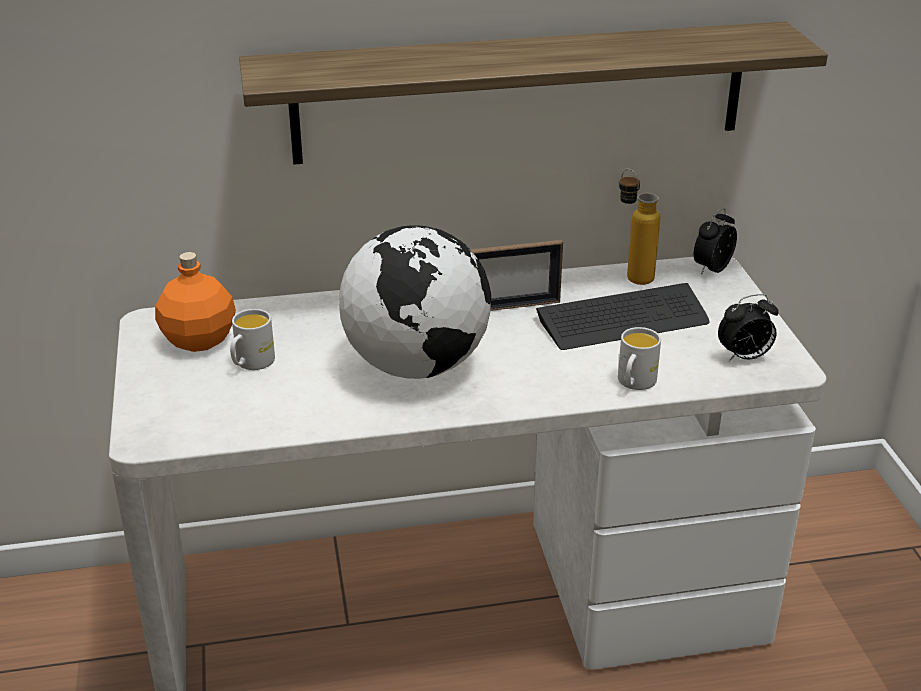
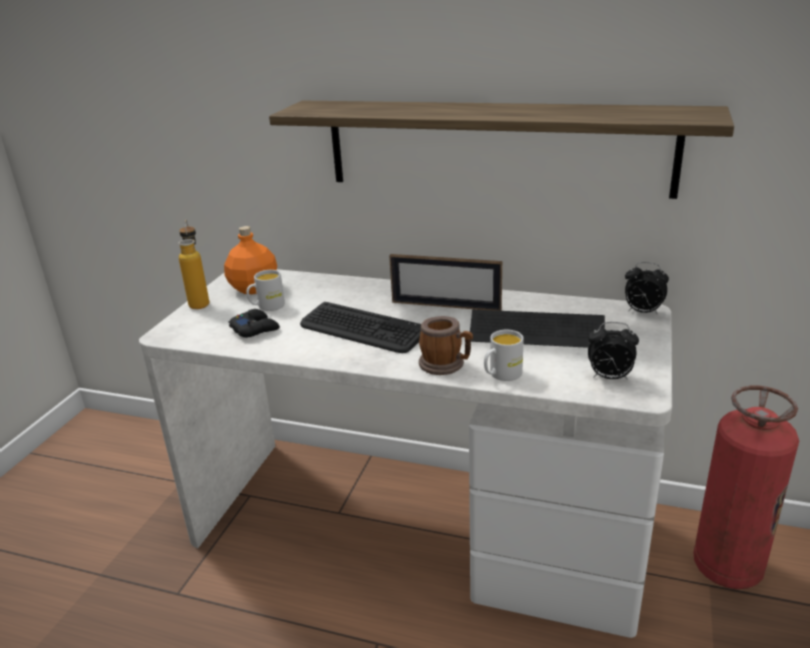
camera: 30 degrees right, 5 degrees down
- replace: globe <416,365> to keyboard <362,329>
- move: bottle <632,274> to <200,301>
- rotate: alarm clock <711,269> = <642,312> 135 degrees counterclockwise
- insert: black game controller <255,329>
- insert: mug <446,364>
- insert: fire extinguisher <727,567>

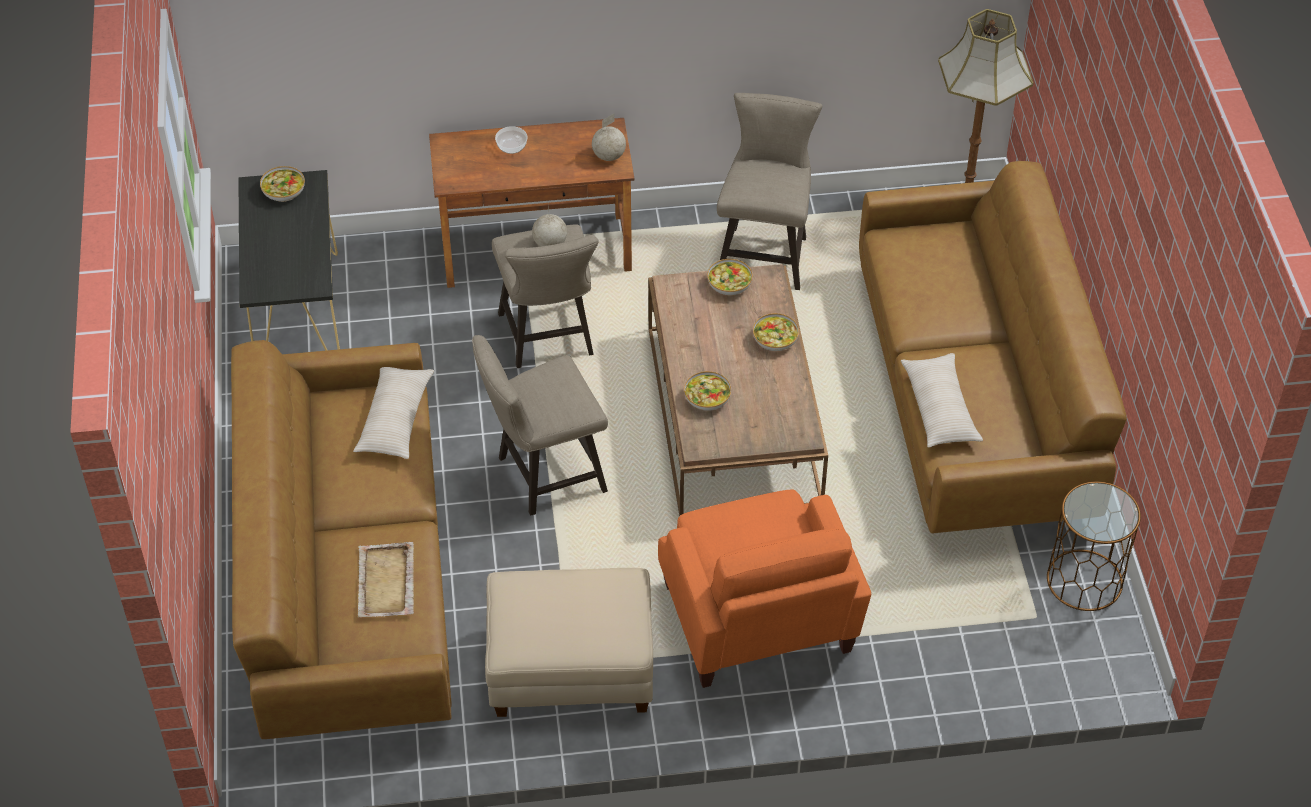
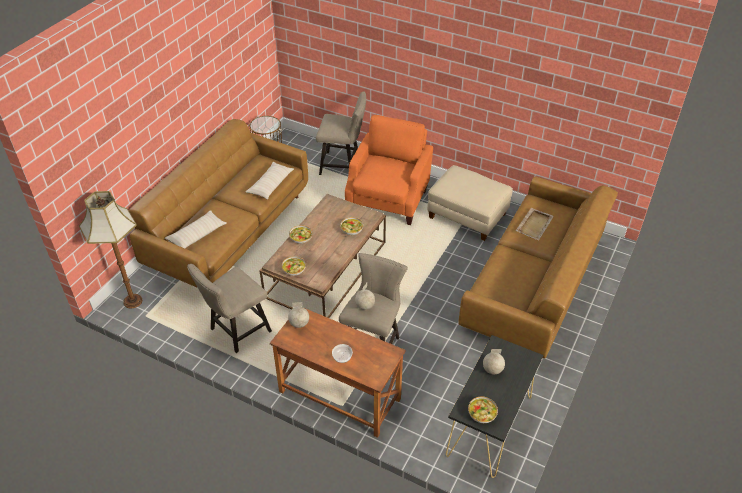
camera: 145 degrees left, 5 degrees down
- move: beige pillow <395,419> to <197,235>
- move: beige stool <544,476> to <343,165>
- insert: globe <492,370>

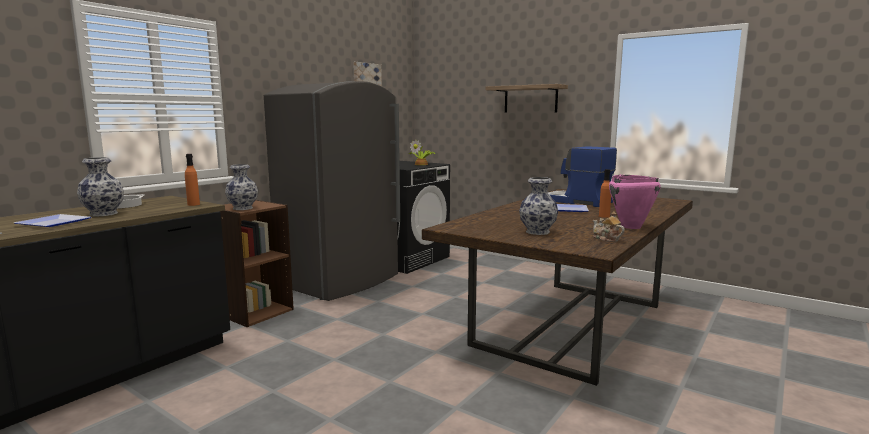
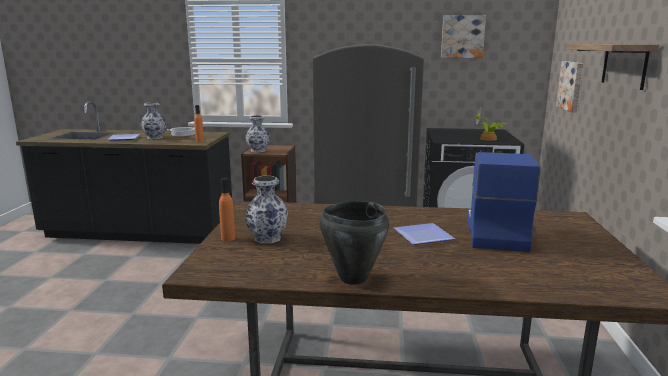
camera: 60 degrees right, 5 degrees up
- delete: teapot <606,239>
- move: orange bottle <604,216> to <228,238>
- recolor: pink cooking pot <631,227> to black cooking pot <352,278>
- insert: picture <572,86>

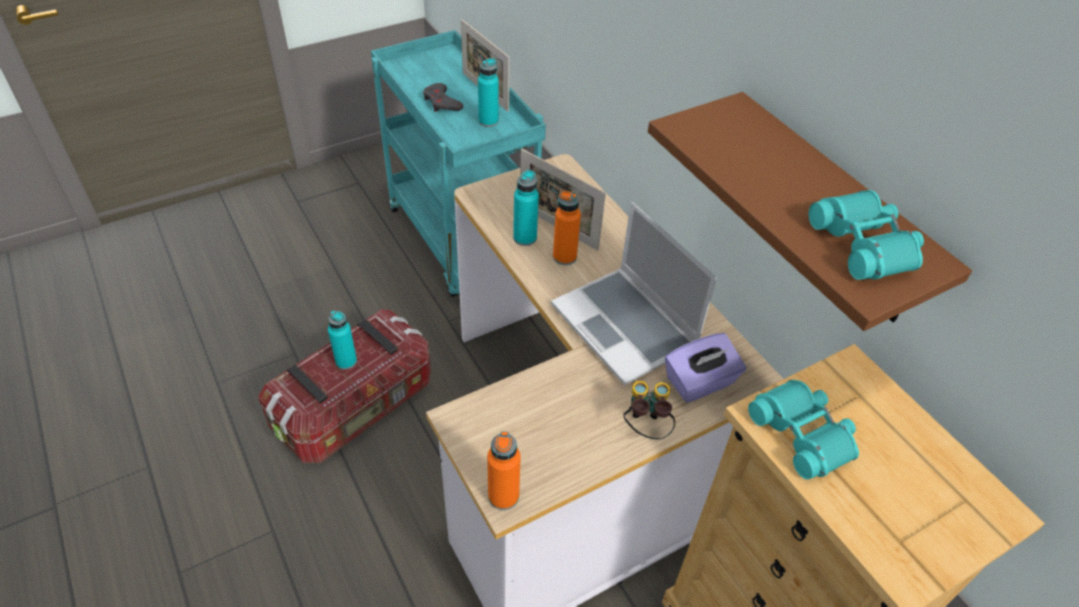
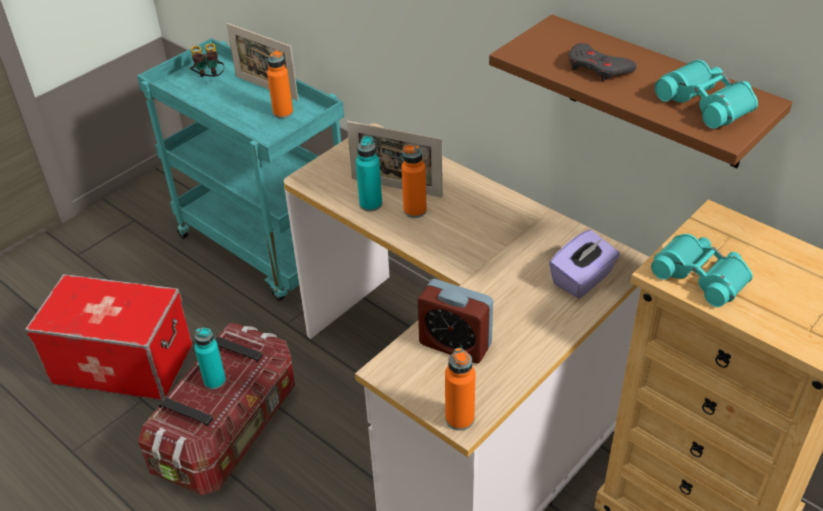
camera: 15 degrees left, 5 degrees down
- move: grey game controller <442,102> to <598,68>
- recolor: turquoise bottle <488,121> to orange bottle <283,113>
- delete: laptop <626,327>
- move: binoculars <645,428> to <209,80>
- insert: storage box <123,363>
- insert: alarm clock <455,344>

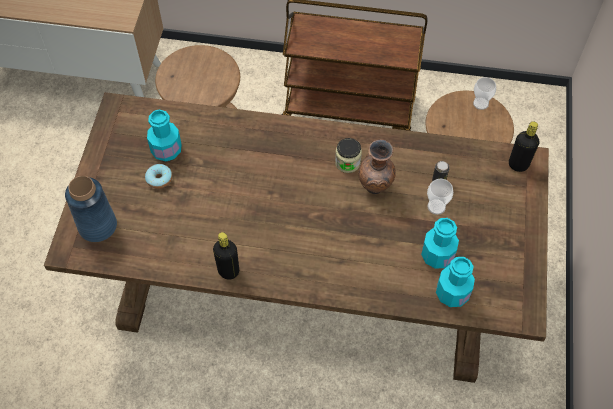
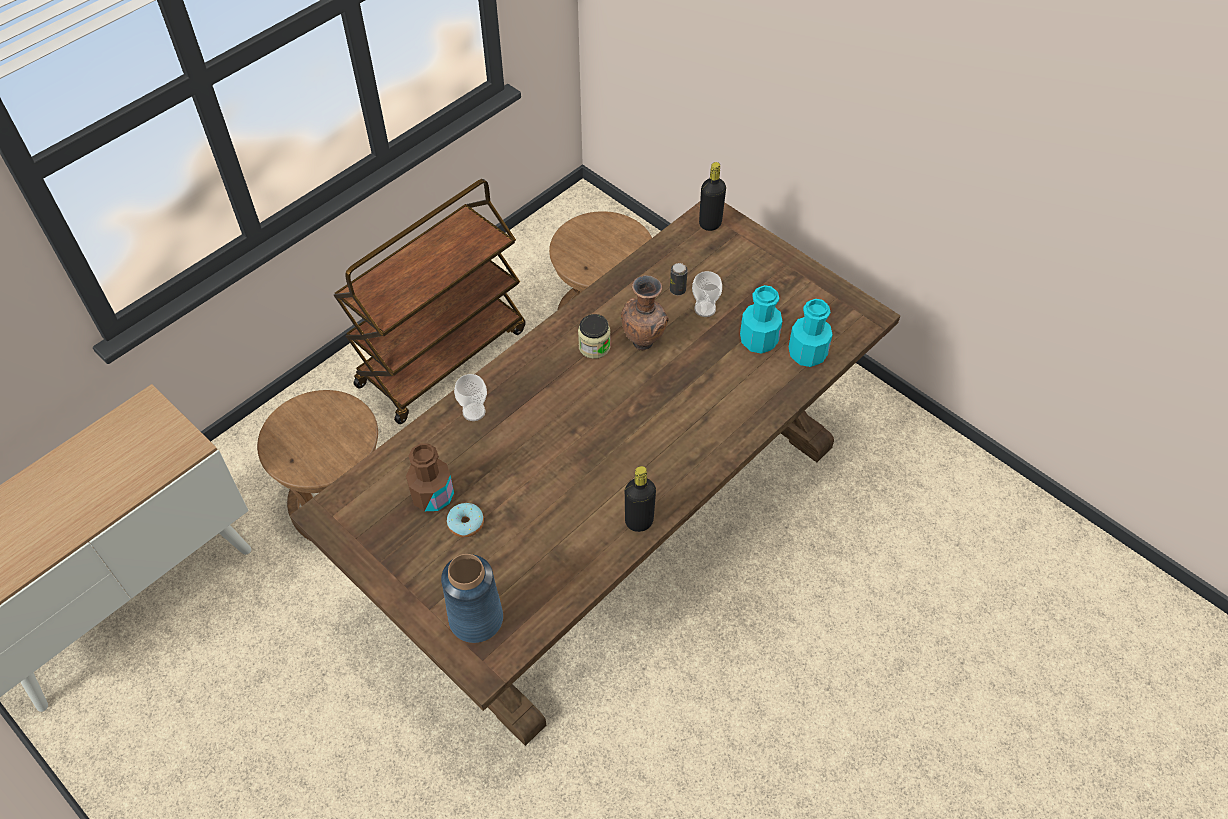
camera: 55 degrees left, 5 degrees down
- recolor: turquoise bottle <166,150> to brown bottle <433,496>
- move: cup <480,103> to <474,412>

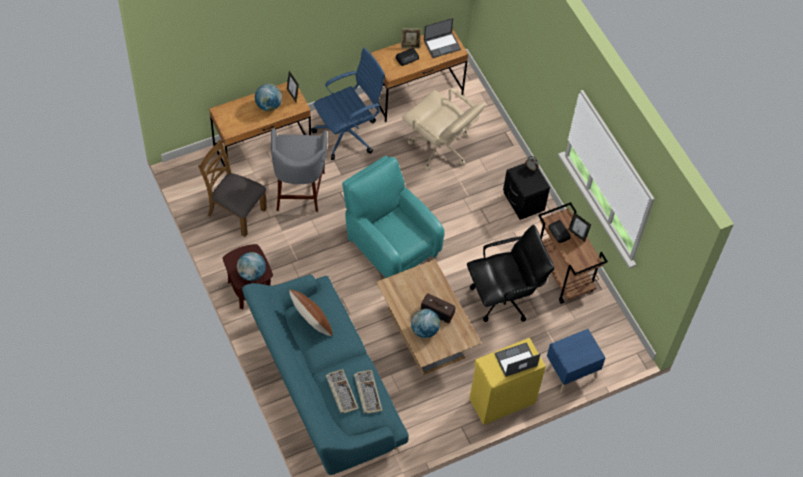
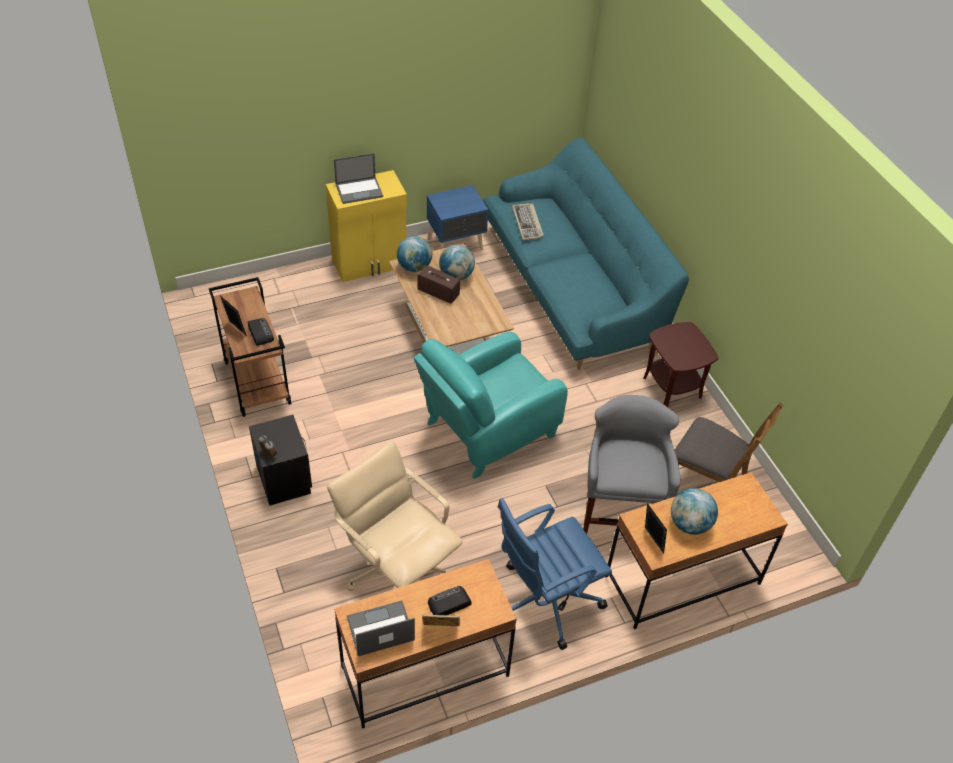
camera: 175 degrees left, 10 degrees down
- move: globe <251,273> to <414,267>
- delete: brown pillow <311,323>
- delete: keyboard <341,392>
- rotate: turquoise armchair <390,244> = <486,431> 90 degrees clockwise
- delete: black office chair <504,298>
- move: blue nightstand <570,372> to <456,244>

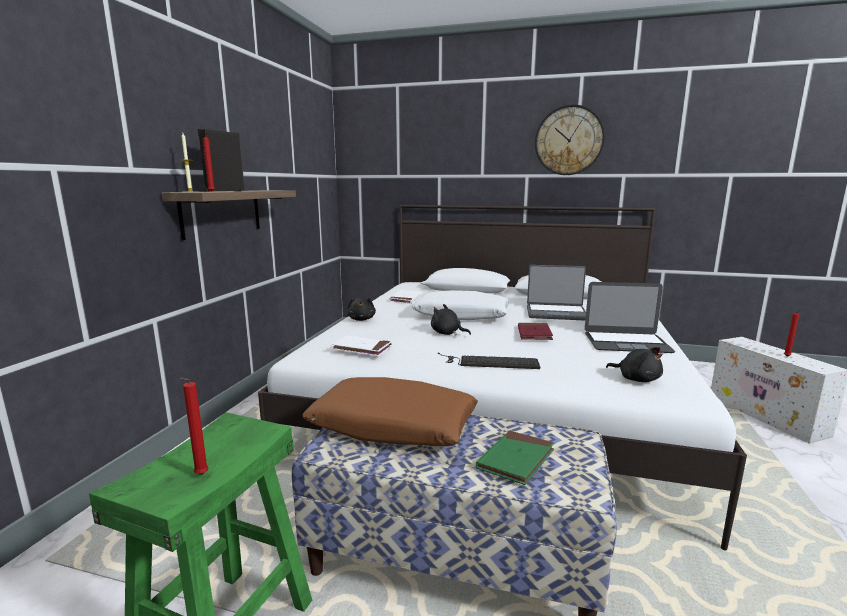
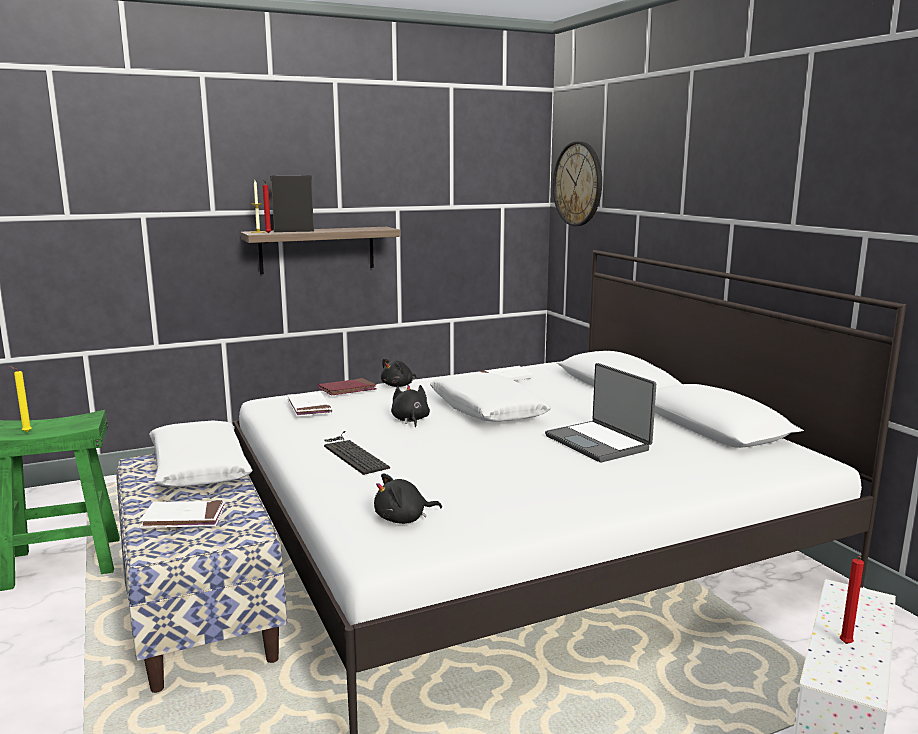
camera: 50 degrees right, 0 degrees up
- recolor: red candle <200,476> to yellow candle <25,432>
- recolor: brown pillow <393,426> to white pillow <198,468>
- recolor: green book <516,460> to white book <184,518>
- move: red book <534,334> to <347,390>
- move: wall clock <569,140> to <578,184>
- delete: laptop <626,342>
- rotate: black plush toy <636,379> = <403,519> 60 degrees clockwise

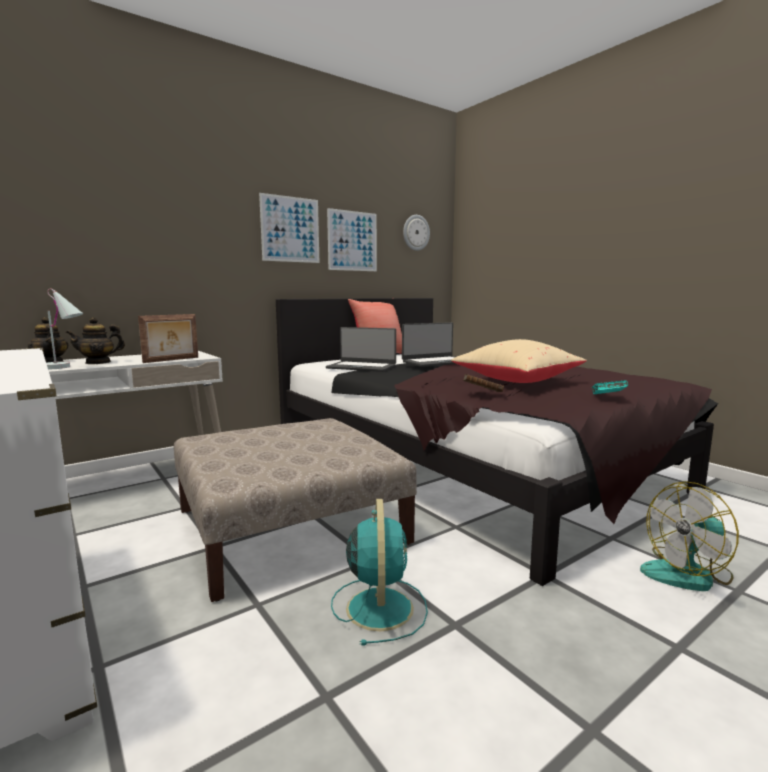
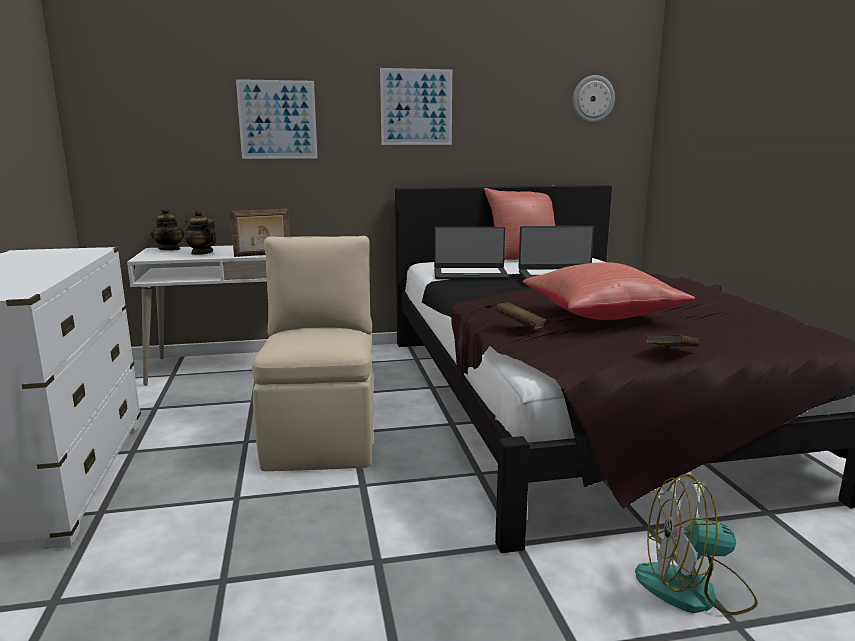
camera: 25 degrees right, 5 degrees up
- delete: white table lamp <66,367>
- rotate: teapot <98,362> = <202,253> 45 degrees clockwise
- replace: beige ottoman <290,525> to beige chair <322,436>
- rotate: laptop <361,367> = <470,274> 45 degrees counterclockwise
- move: picture <352,241> to <277,120>
- delete: turquoise fan <379,606>
- recolor: beige pillow <516,381> to red pillow <600,315>
- recolor: turquoise book <607,398> to brown book <670,353>

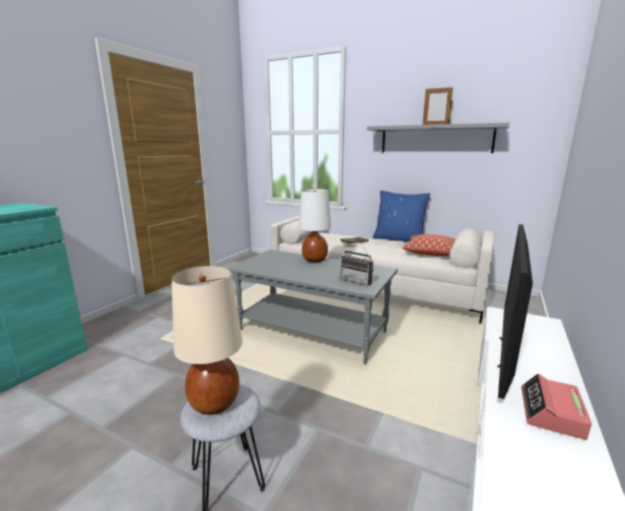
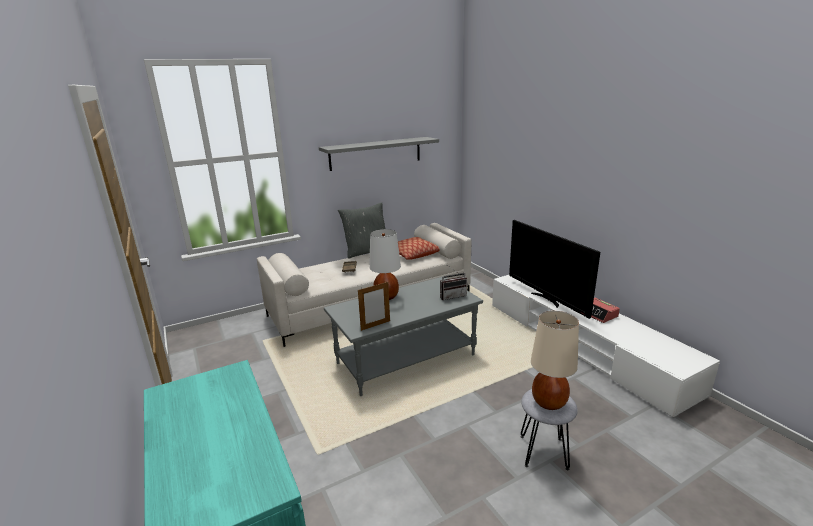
camera: 55 degrees left, 5 degrees up
- recolor: blue pillow <399,239> to grey pillow <367,251>
- move: picture frame <435,125> to <375,325>

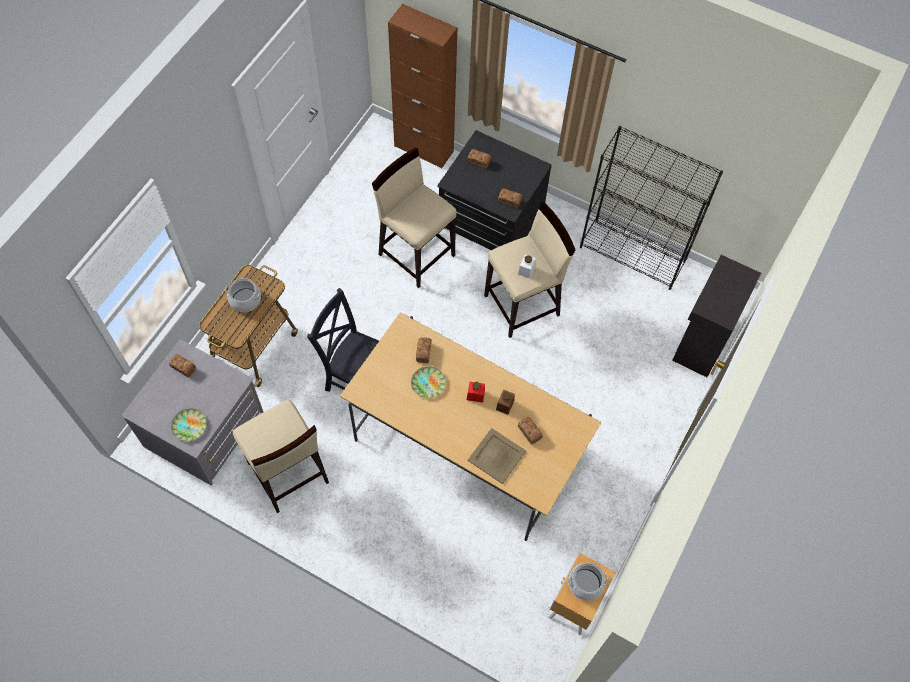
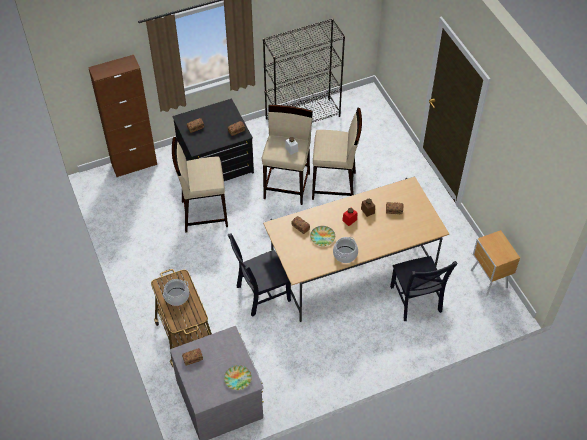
camera: 50 degrees left, 10 degrees down
- move: beige stool <288,474> to <334,186>
- delete: beige tray <497,456>
- move: cooking pot <585,583> to <345,254>
- delete: black cabinet <701,341>
- insert: black chair <416,301>

